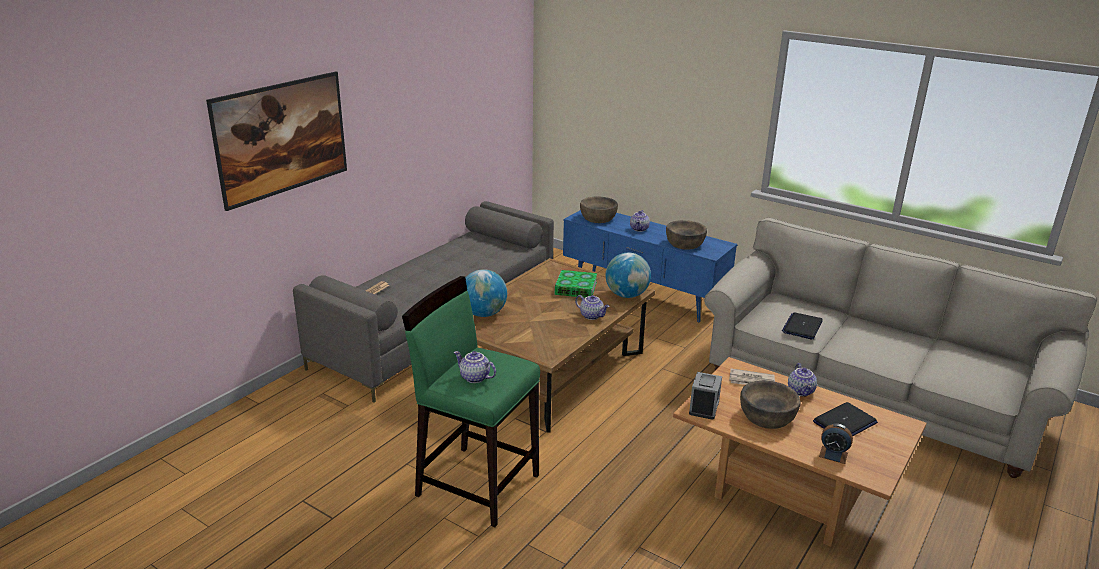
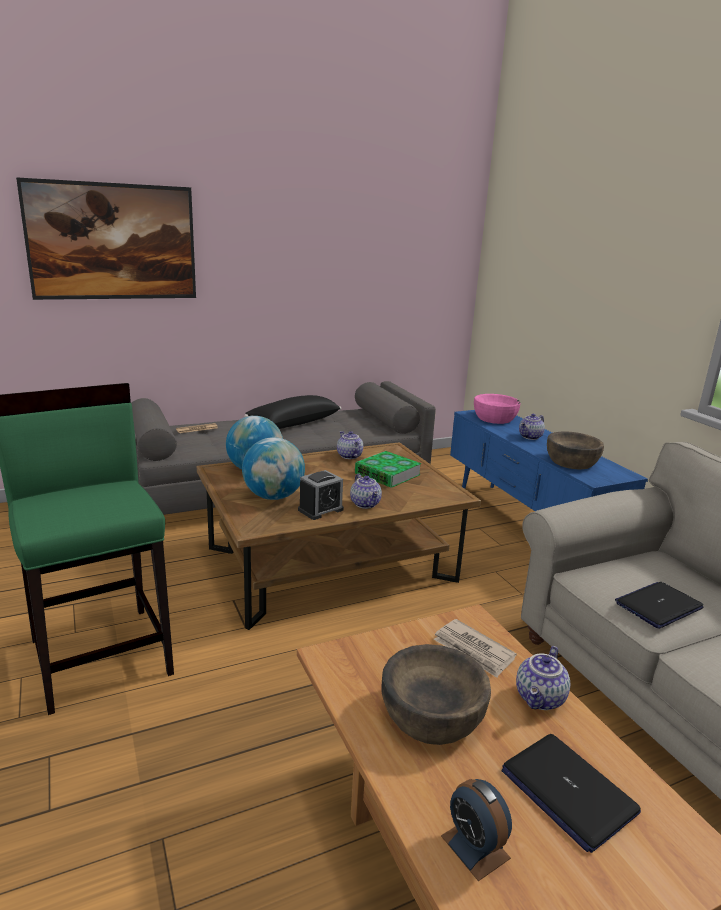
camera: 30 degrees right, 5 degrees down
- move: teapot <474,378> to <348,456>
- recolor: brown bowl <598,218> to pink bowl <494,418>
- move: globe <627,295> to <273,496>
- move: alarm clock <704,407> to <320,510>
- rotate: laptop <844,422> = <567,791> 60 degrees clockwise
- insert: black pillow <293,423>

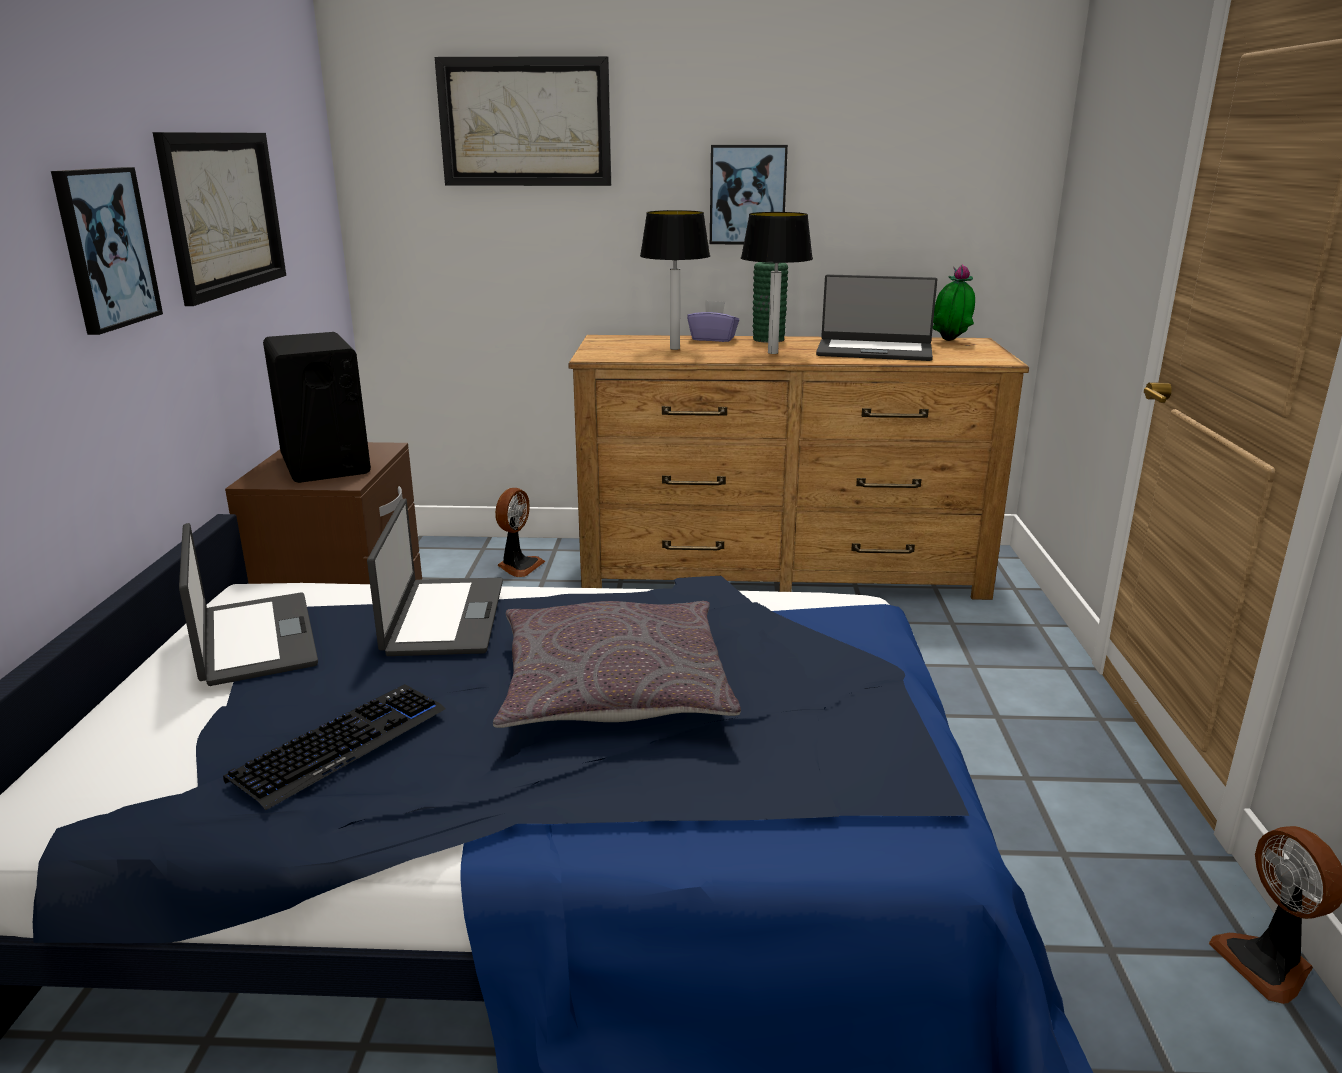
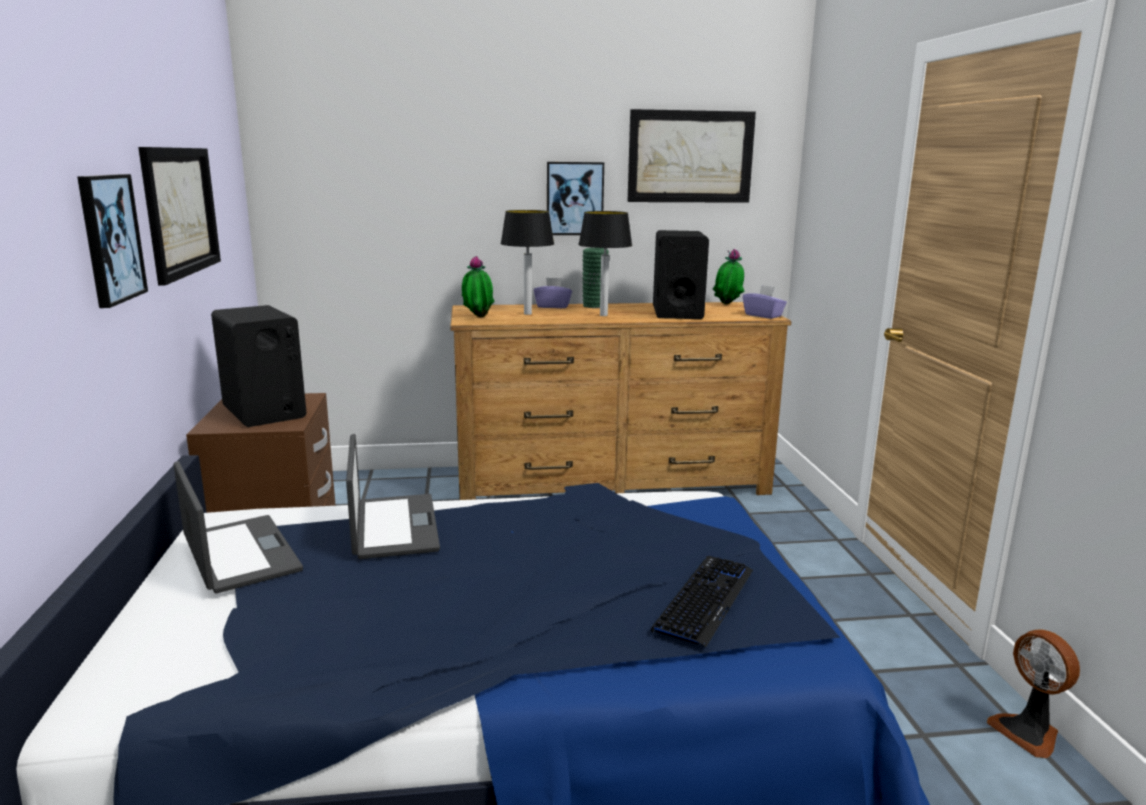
camera: 10 degrees left, 5 degrees down
- move: keyboard <341,745> to <705,600>
- move: picture <525,122> to <690,157>
- delete: grey pillow <613,688>
- delete: fan <518,566>
- replace: laptop <874,351> to black speaker <677,312>
- insert: potted plant <477,318>
- insert: purple tissue box <763,315>

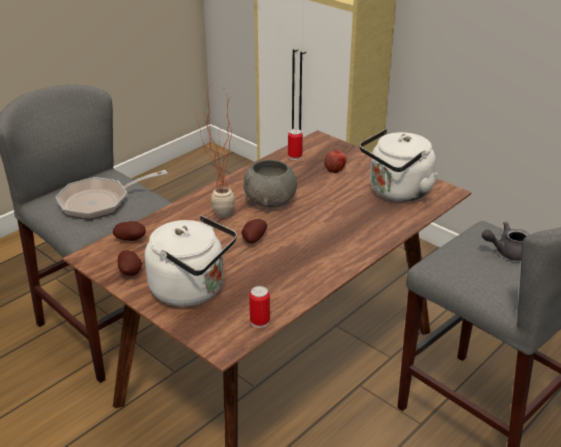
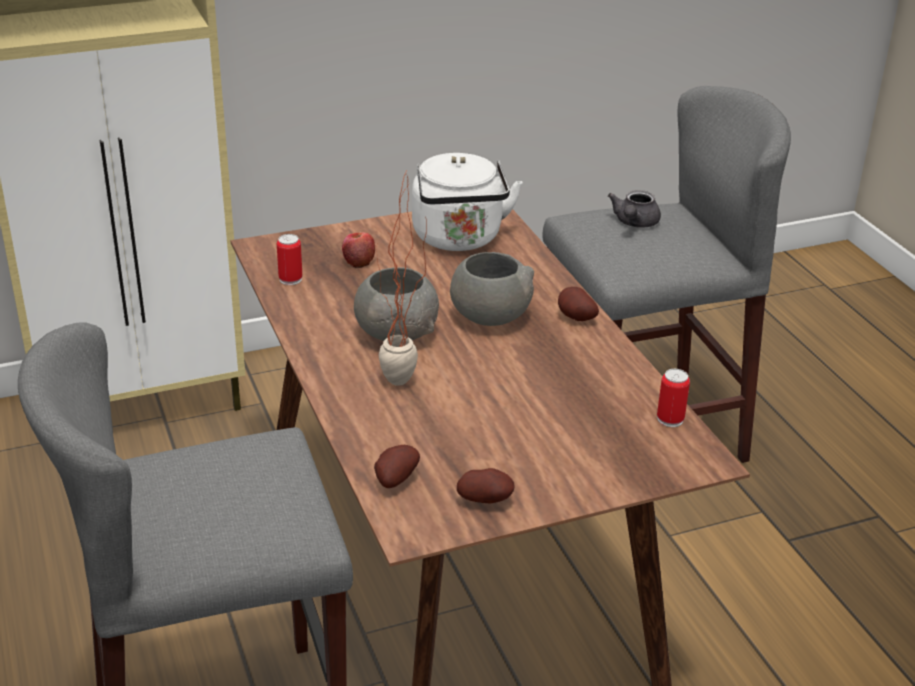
camera: 65 degrees left, 0 degrees up
- delete: frying pan <100,202>
- delete: white kettle <192,290>
- move: potato <253,240> to <574,318>
- insert: grey bowl <489,317>

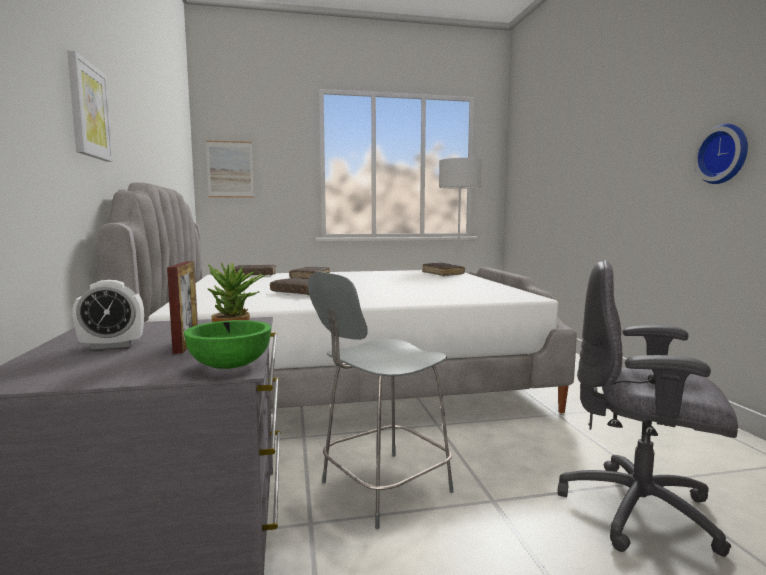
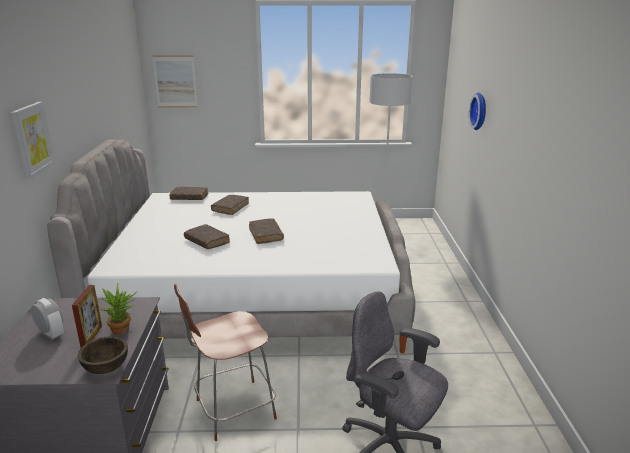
camera: 10 degrees right, 15 degrees up
- rotate: alarm clock <112,345> = <51,334> 135 degrees counterclockwise
- recolor: green bowl <231,365> to brown bowl <106,367>
- recolor: grey chair <382,488> to brown chair <232,410>
- move: brown book <443,274> to <266,235>
- move: wall clock <724,154> to <480,111>

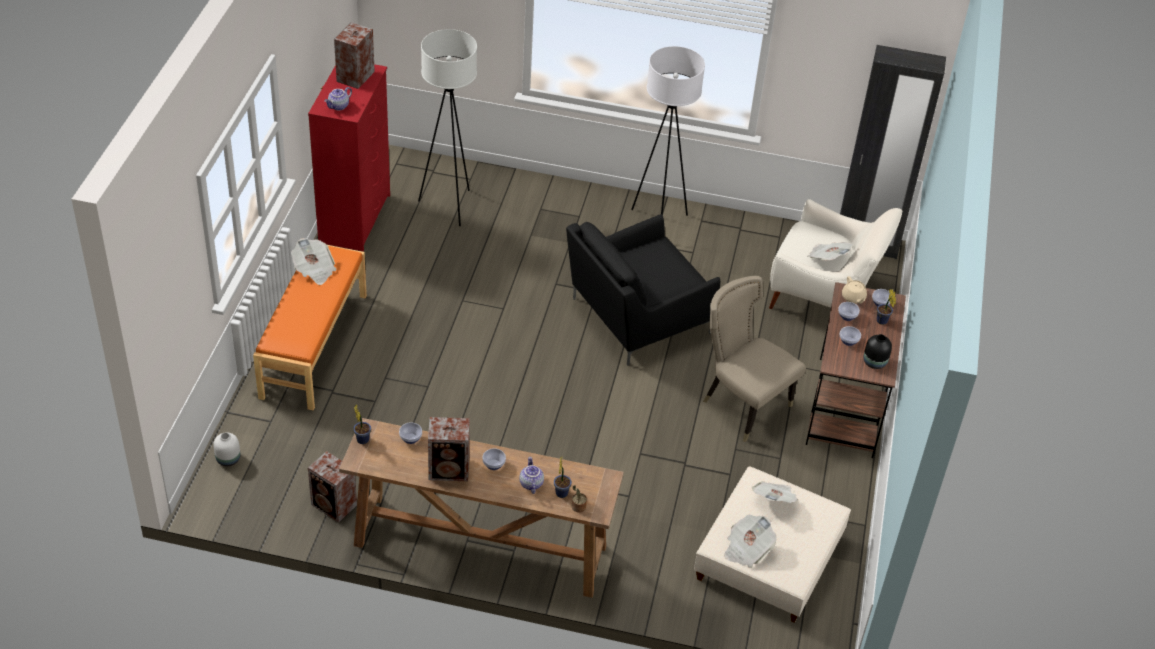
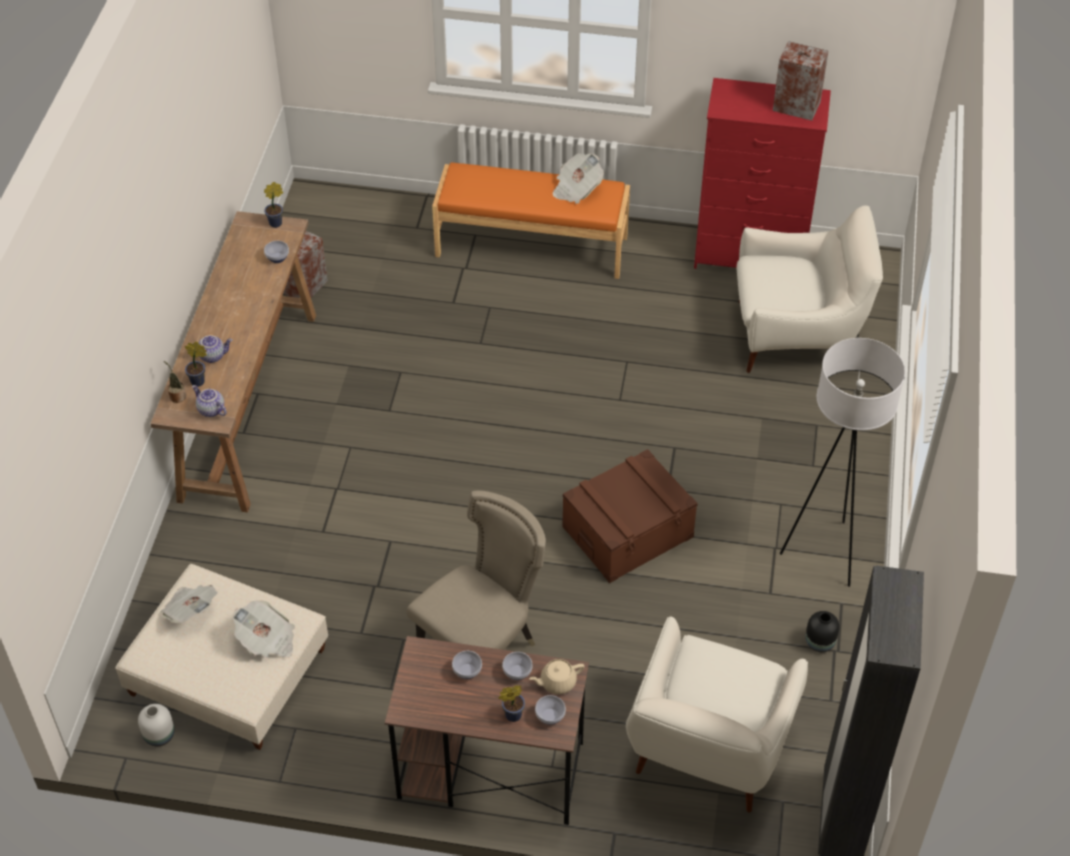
camera: 90 degrees right, 5 degrees up
- move: white vase <227,459> to <159,734>
- move: teapot <339,106> to <210,410>
- replace: white floor lamp <449,206> to white armchair <796,336>
- delete: speaker <450,470>
- delete: bowl <493,465>
- replace: black armchair <636,317> to brown storage box <627,531>
- delete: newspaper <827,258>
- move: black vase <874,363> to <819,642>

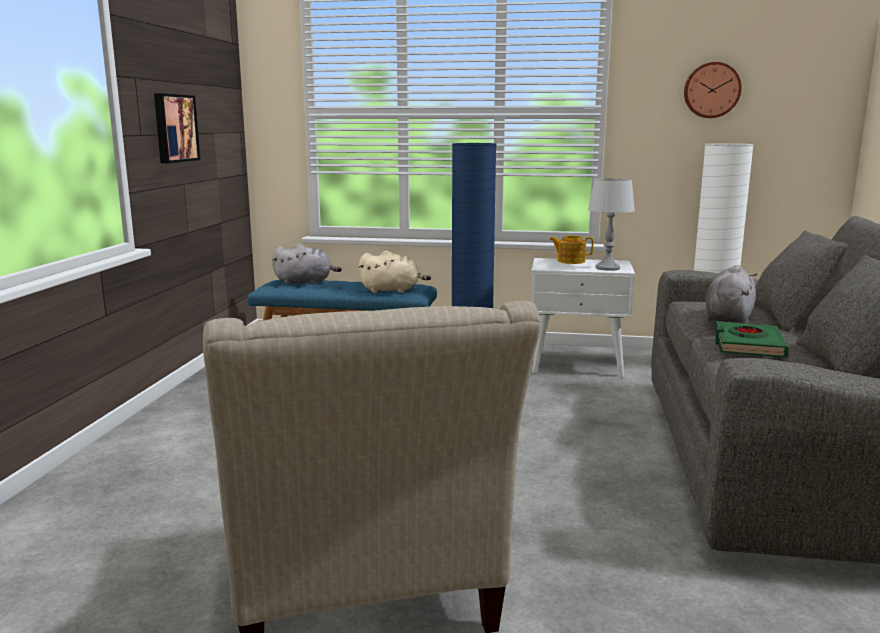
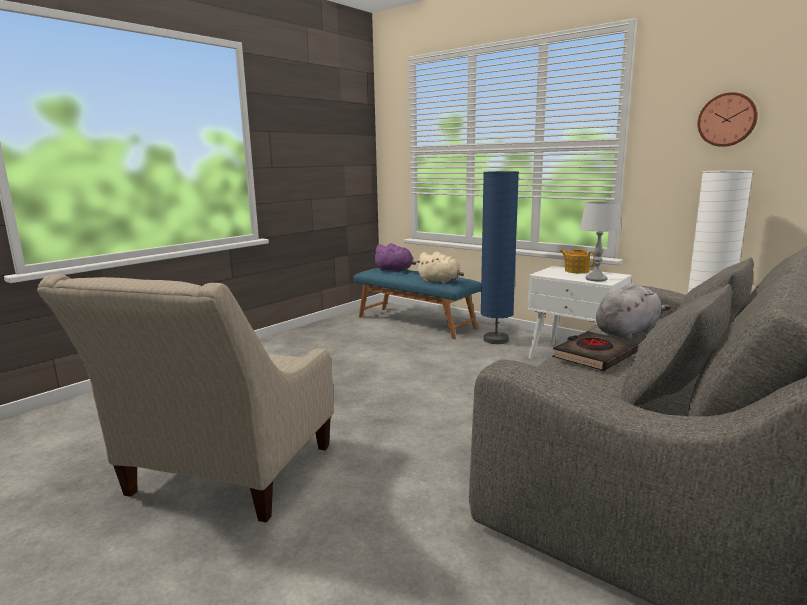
camera: 30 degrees right, 0 degrees up
- delete: picture <174,128>
- recolor: grey plush toy <305,282> to purple plush toy <395,270>
- recolor: green book <748,345> to black book <594,356>

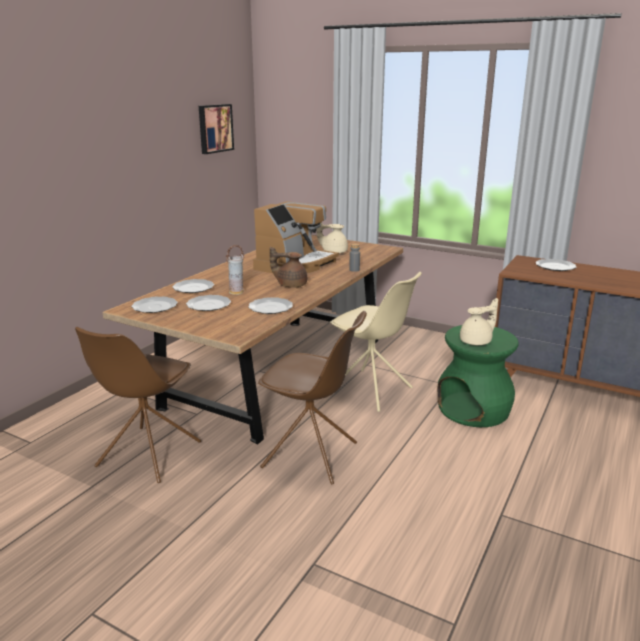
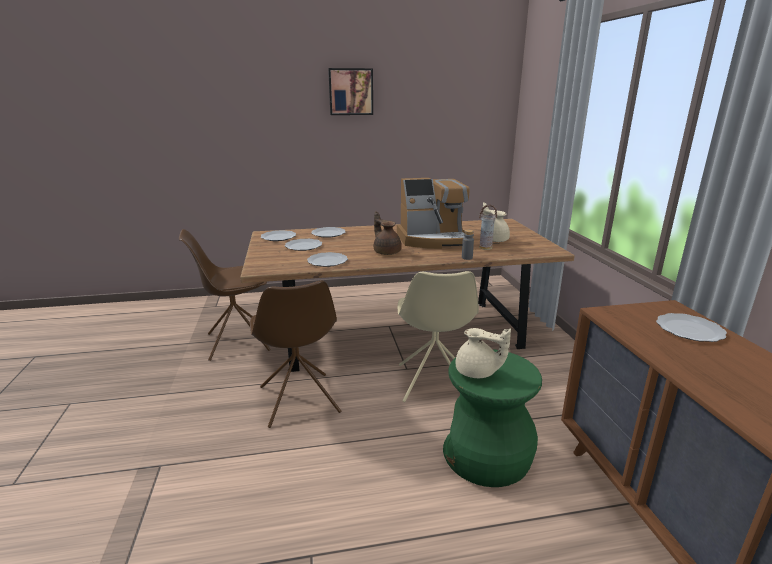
camera: 50 degrees right, 0 degrees up
- move: picture <214,128> to <350,92>
- move: vase <236,292> to <485,248>

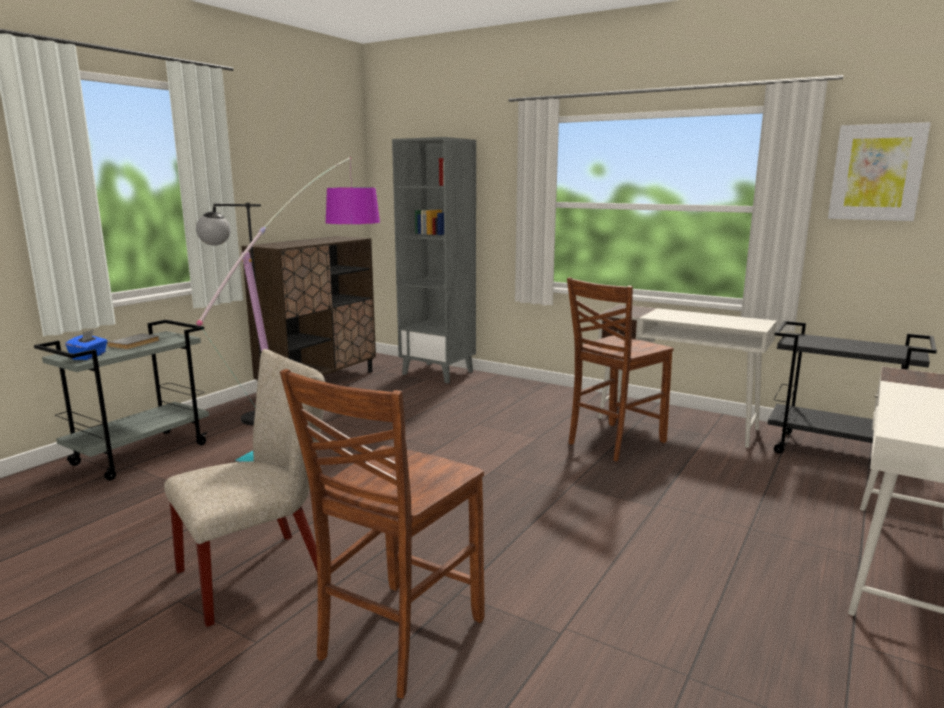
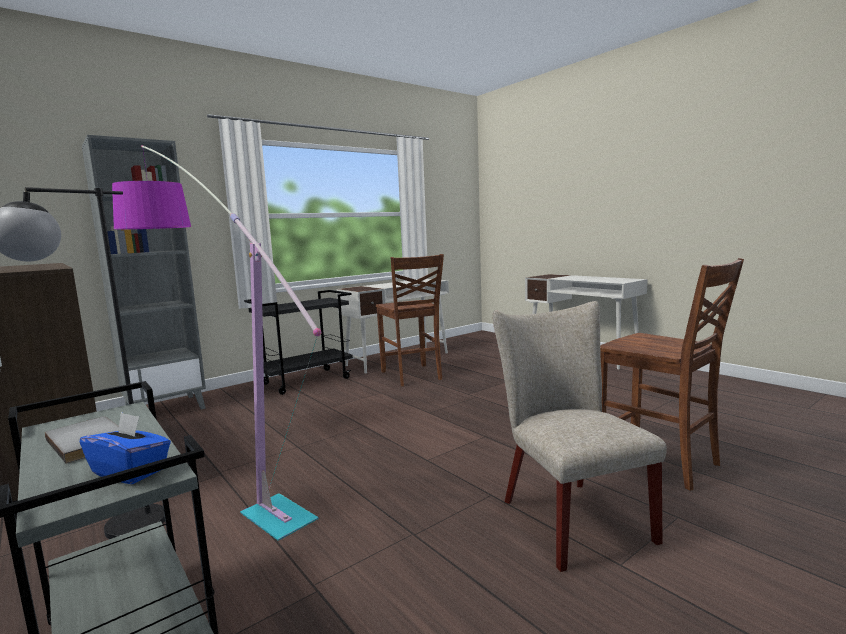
camera: 70 degrees left, 5 degrees down
- move: black cart <836,452> to <306,381>
- delete: picture <876,172>

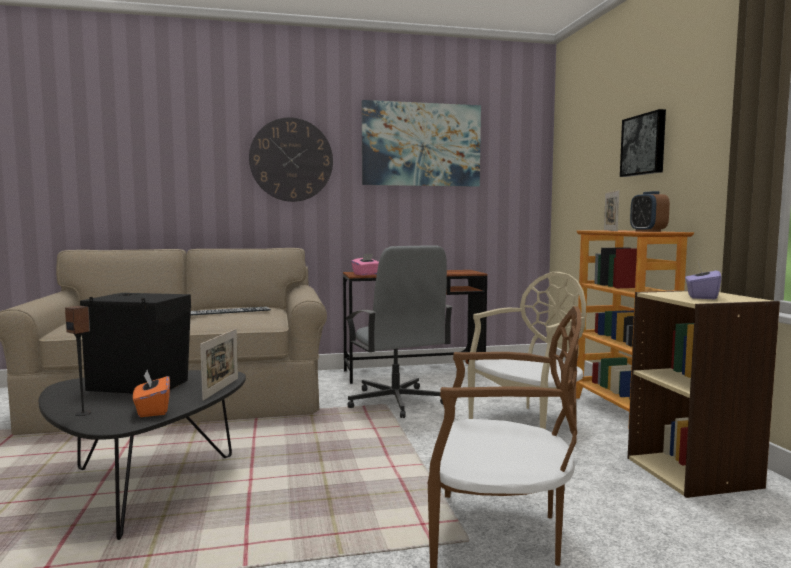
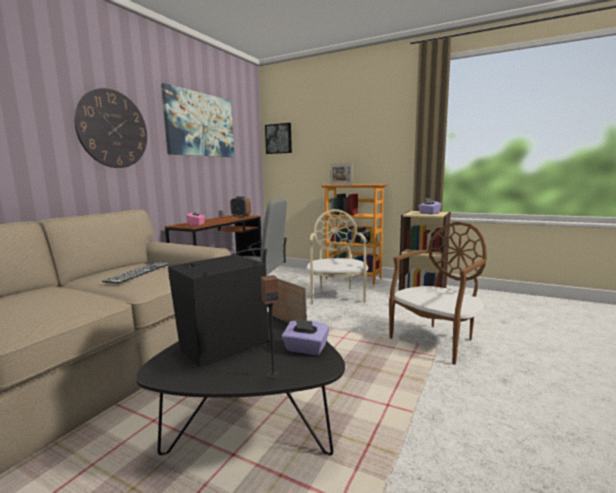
camera: 50 degrees left, 5 degrees up
- recolor: orange tissue box <152,410> to purple tissue box <305,349>
- move: picture <644,145> to <279,138>
- move: alarm clock <648,231> to <241,216>

